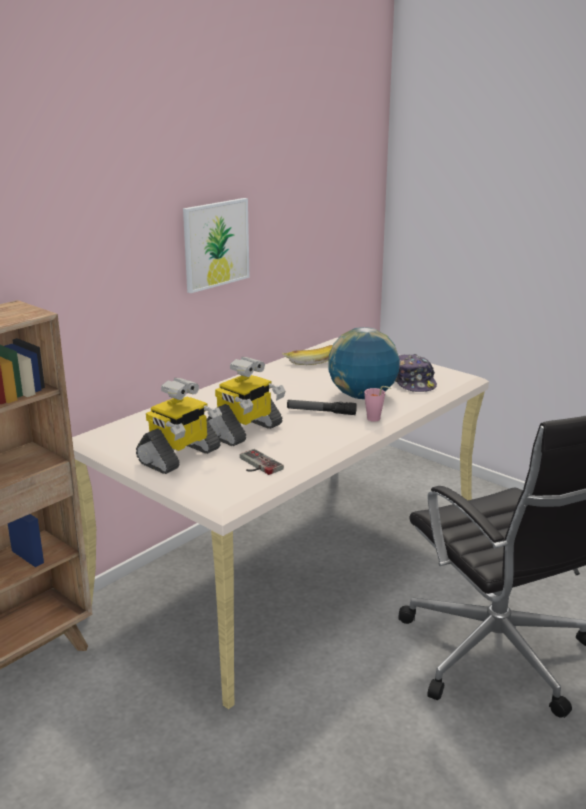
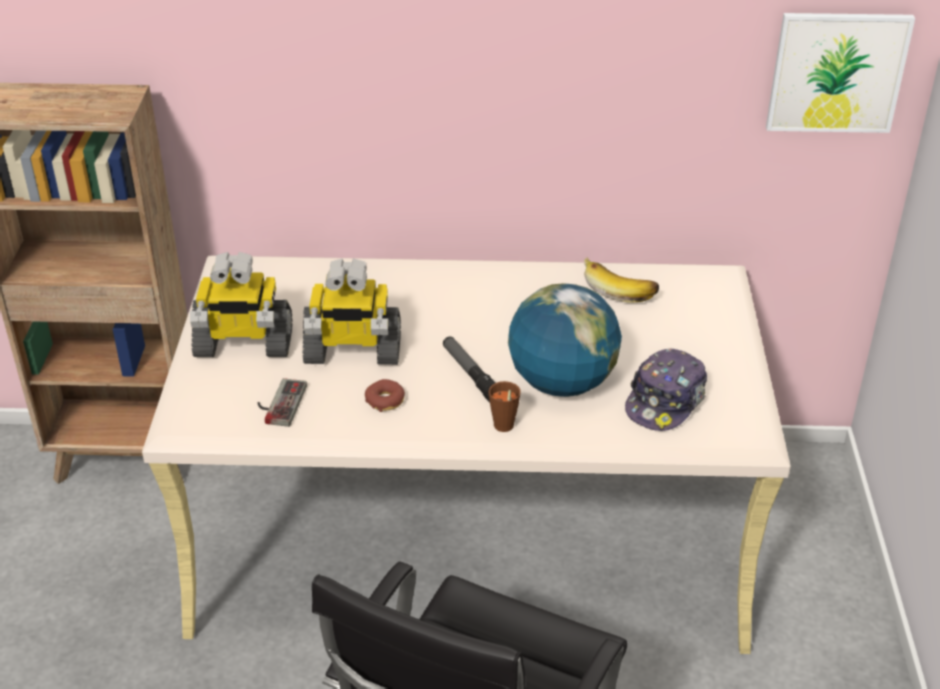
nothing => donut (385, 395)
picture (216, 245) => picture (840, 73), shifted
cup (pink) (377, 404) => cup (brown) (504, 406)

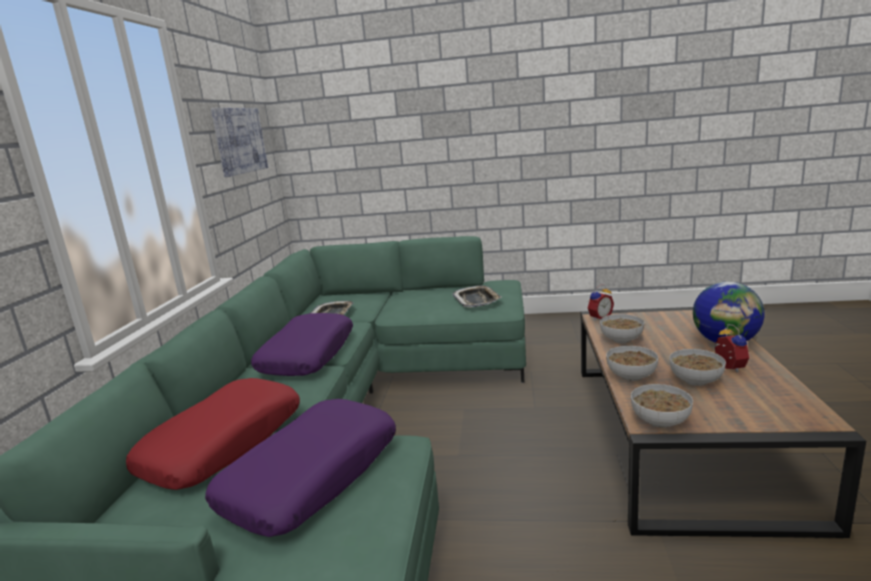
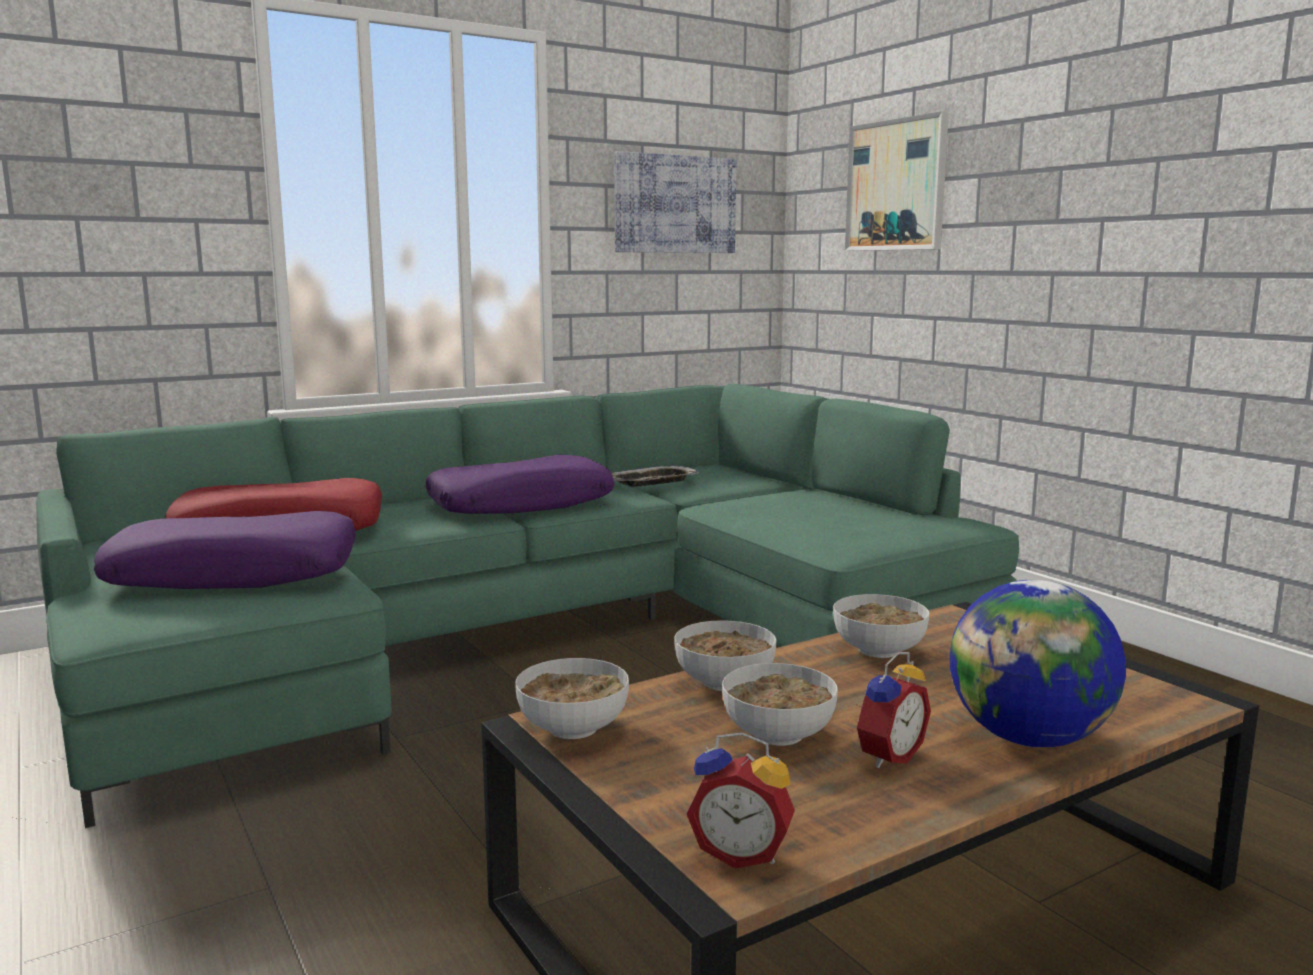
tray (476, 296) => nothing
nothing => picture (897, 181)
alarm clock (601, 302) => alarm clock (741, 800), shifted

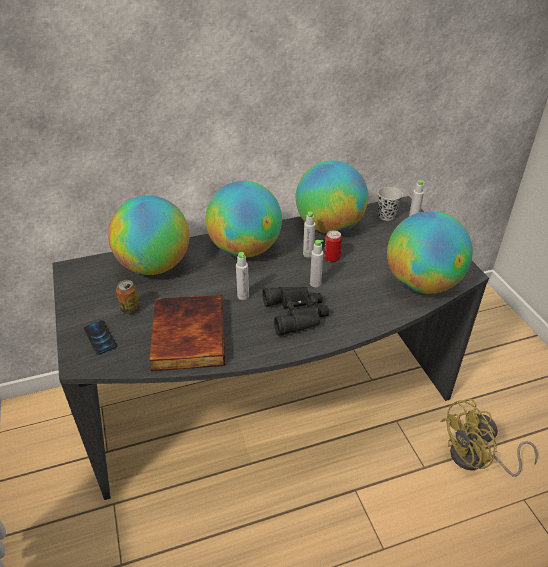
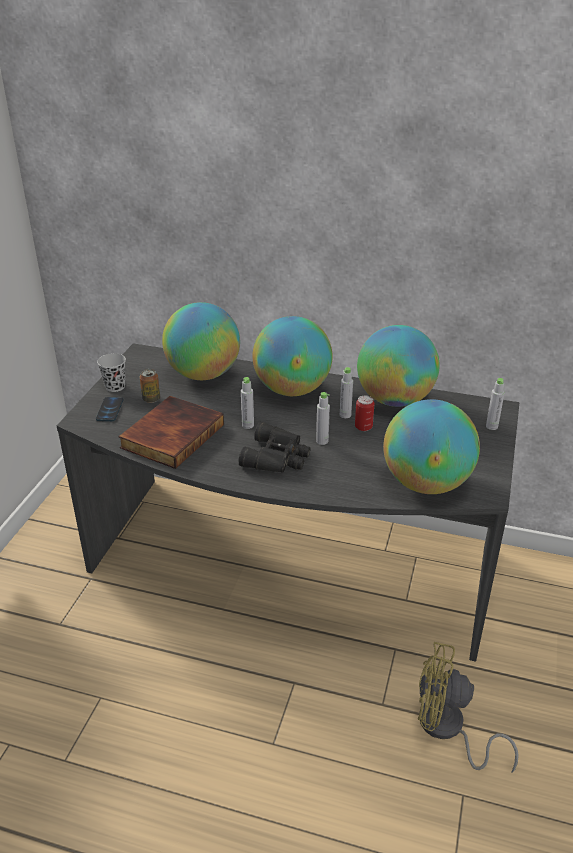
cup (black) (390, 204) => cup (black) (111, 372), shifted

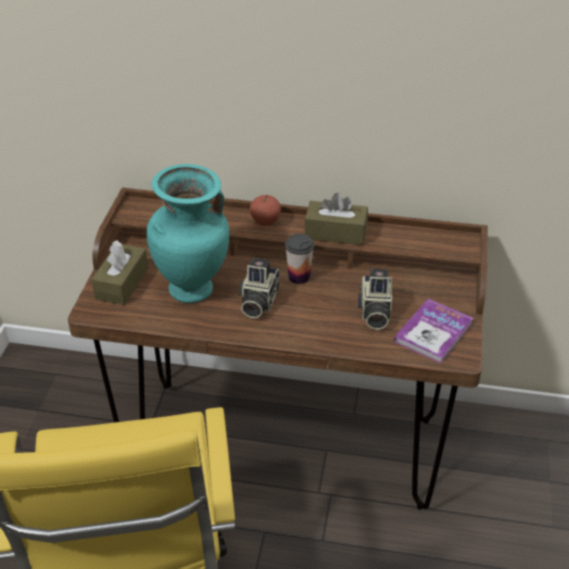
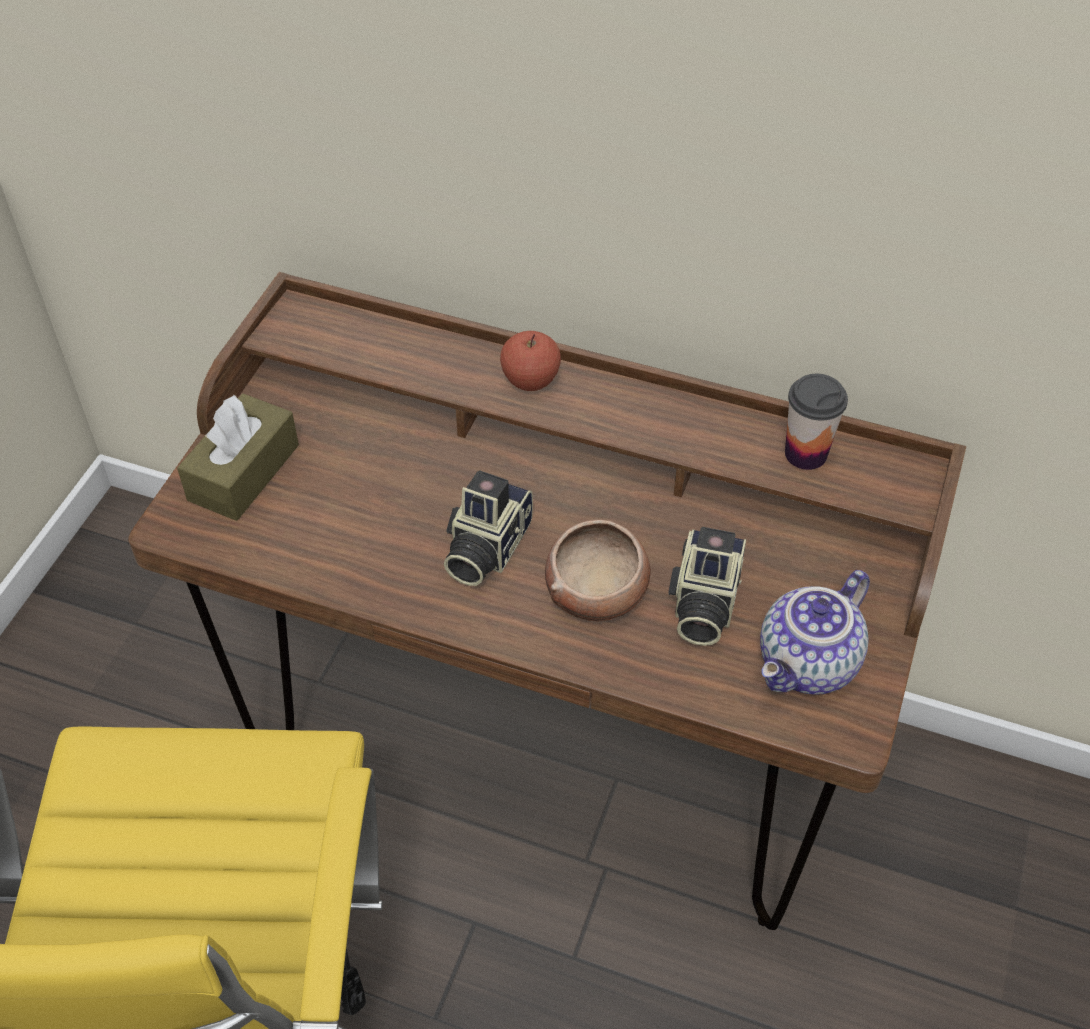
vase (turquoise) (188, 233) => nothing
tissue box (brown) (336, 219) => nothing
nothing => bowl (598, 570)
cup (299, 259) => cup (816, 422), shifted
book (433, 331) => teapot (815, 632)

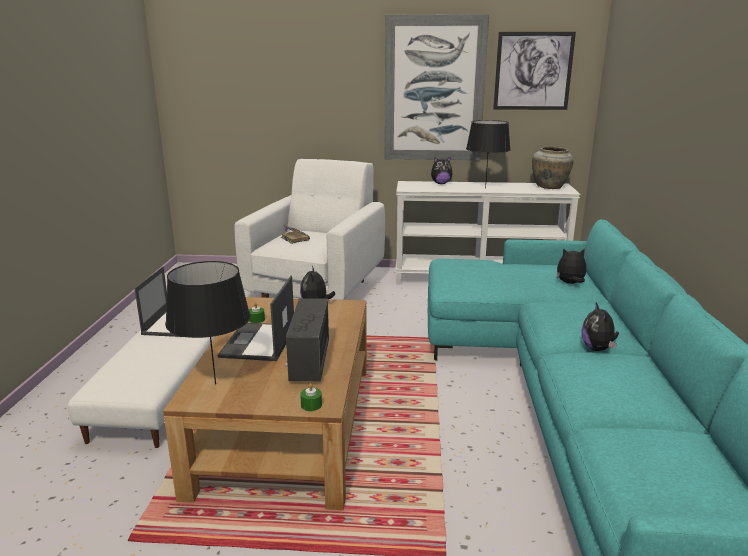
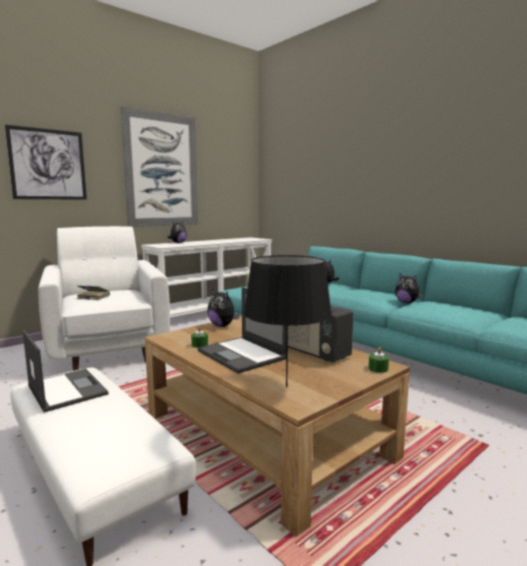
table lamp (black) (488, 154) => nothing
vase (beige) (553, 168) => nothing
picture (534, 71) => picture (46, 162), shifted

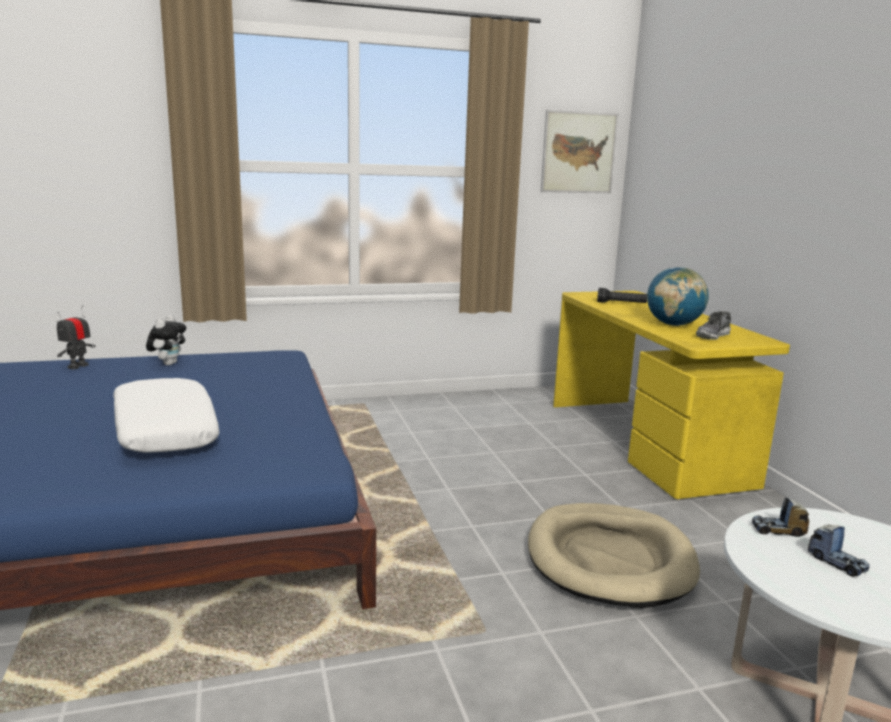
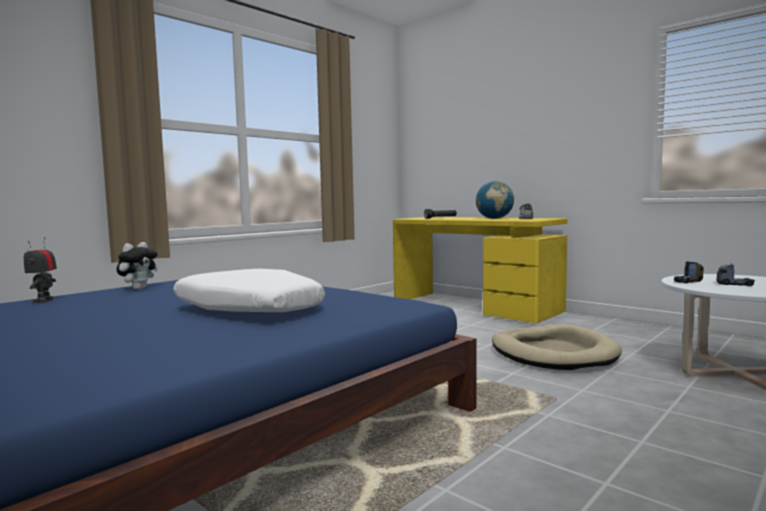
picture (579, 151) => nothing
plush toy (166, 340) => plush toy (137, 266), 45 degrees clockwise

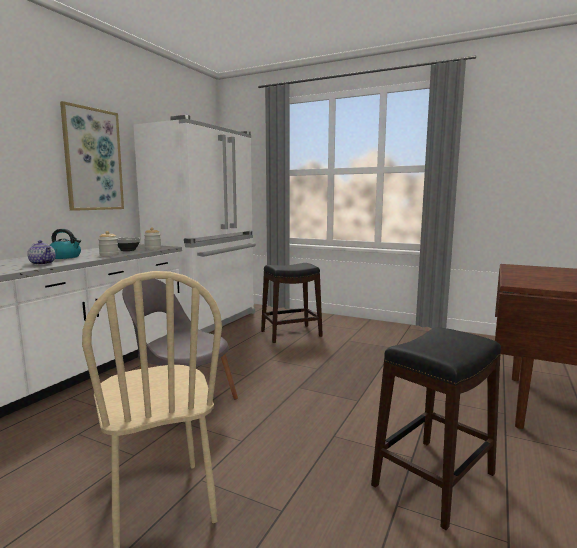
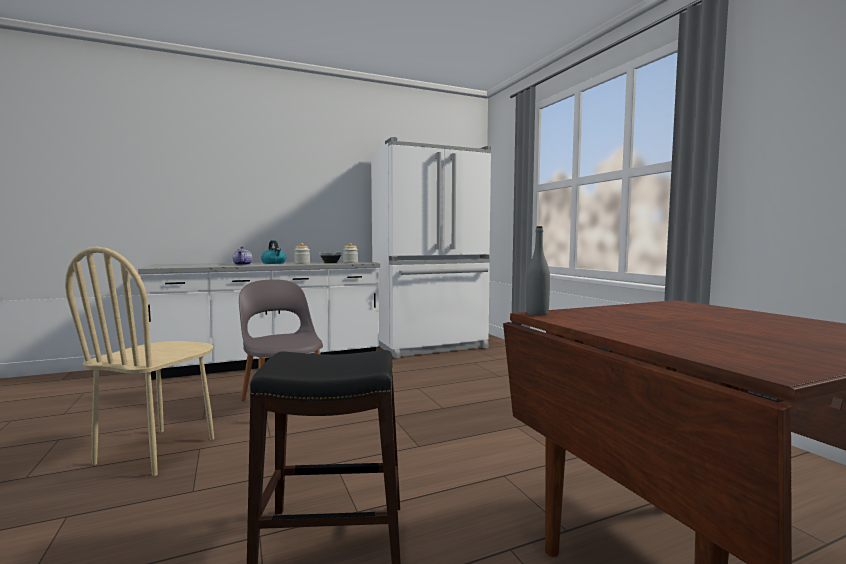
picture (92, 156) => nothing
stool (black) (292, 303) => nothing
nothing => bottle (grey) (538, 271)

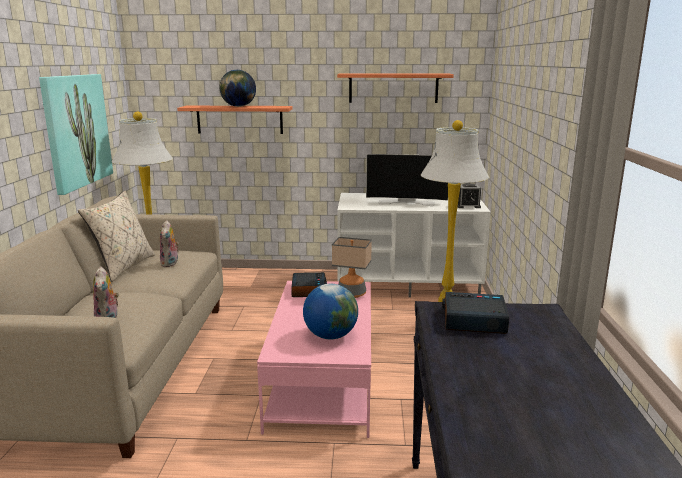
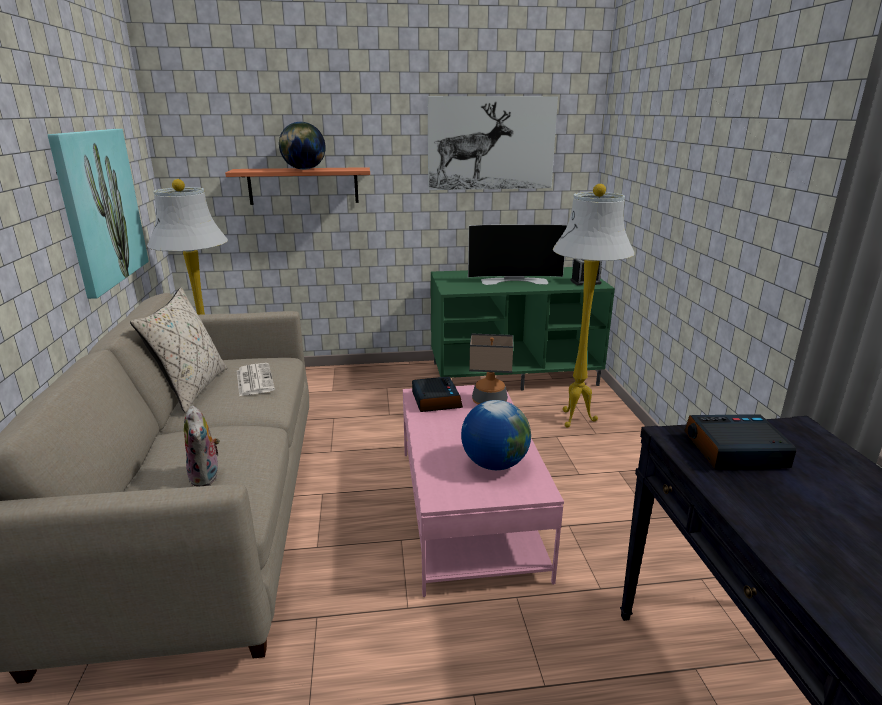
plush toy (169, 243) => newspaper (256, 379)
shelf (395, 88) => picture (493, 143)
tv stand (white) (414, 245) => tv stand (green) (523, 328)

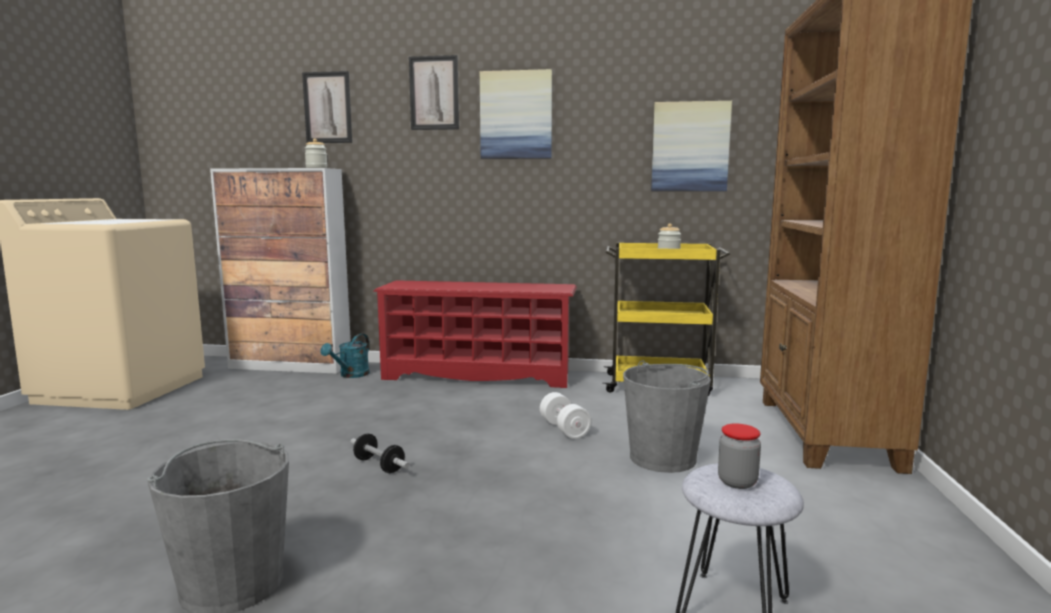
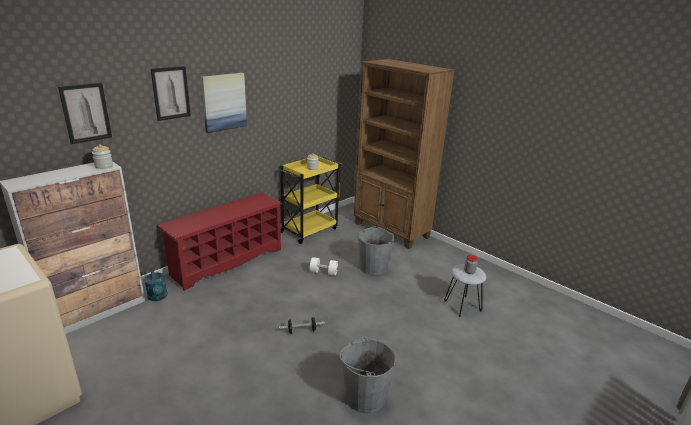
picture (691, 146) => nothing

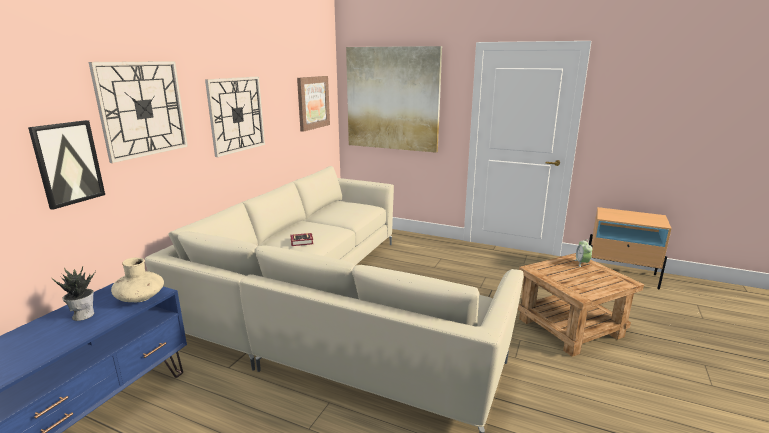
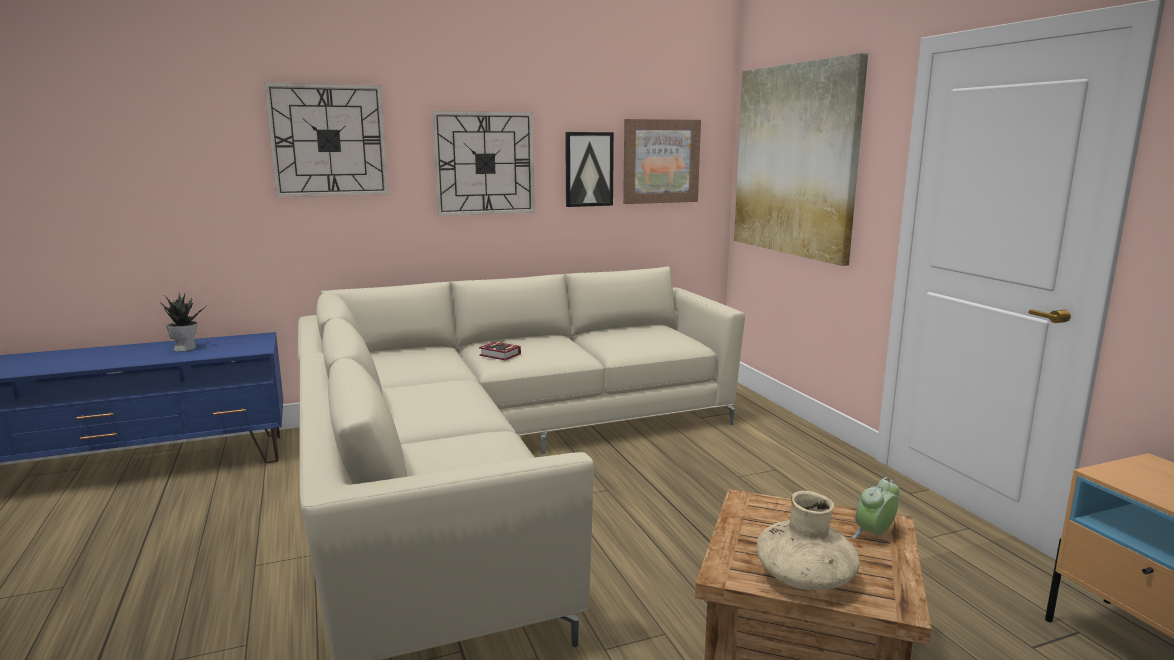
picture (66, 165) => picture (589, 169), shifted
vase (beige) (137, 280) => vase (beige) (808, 541), shifted

